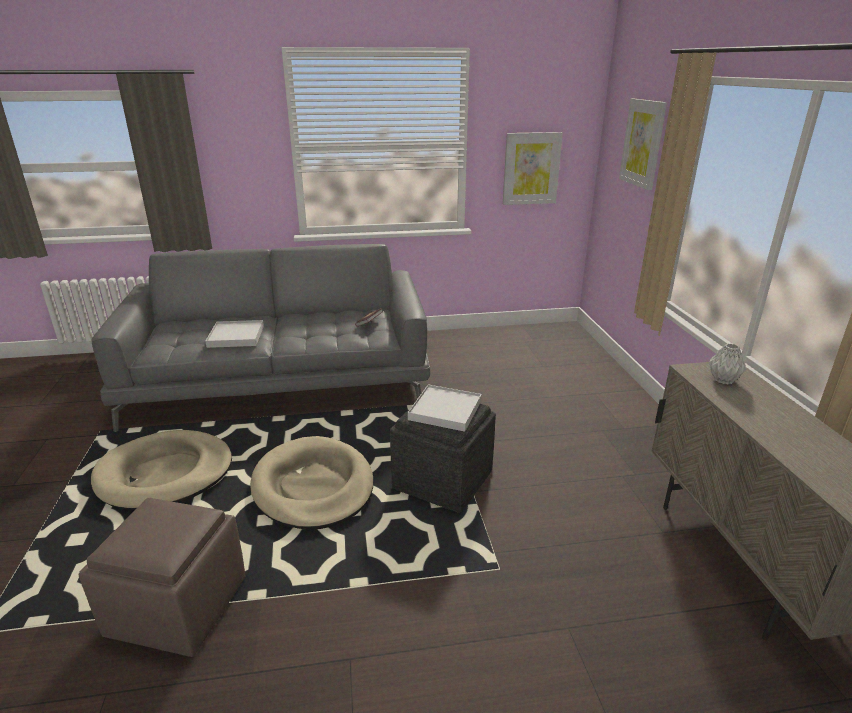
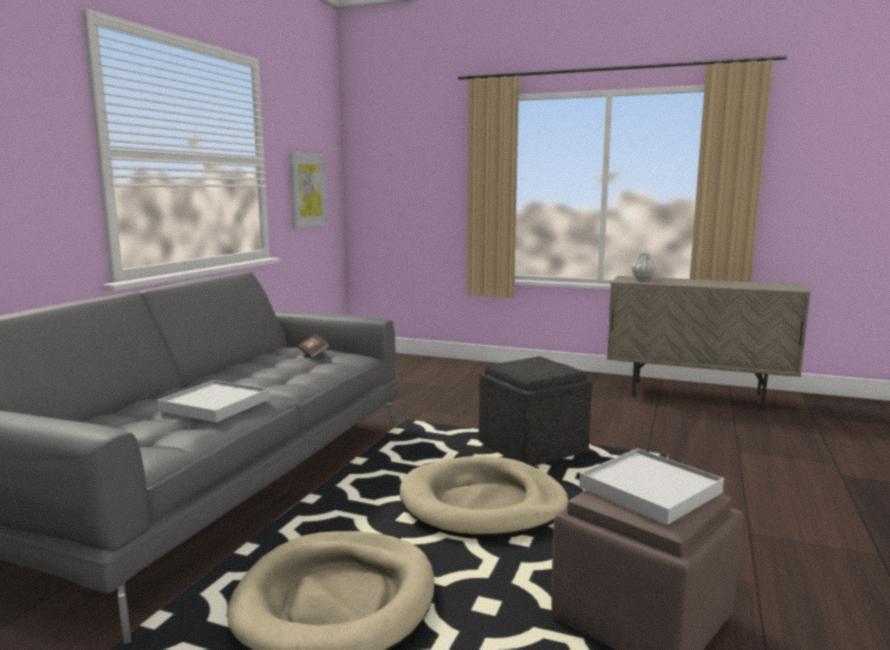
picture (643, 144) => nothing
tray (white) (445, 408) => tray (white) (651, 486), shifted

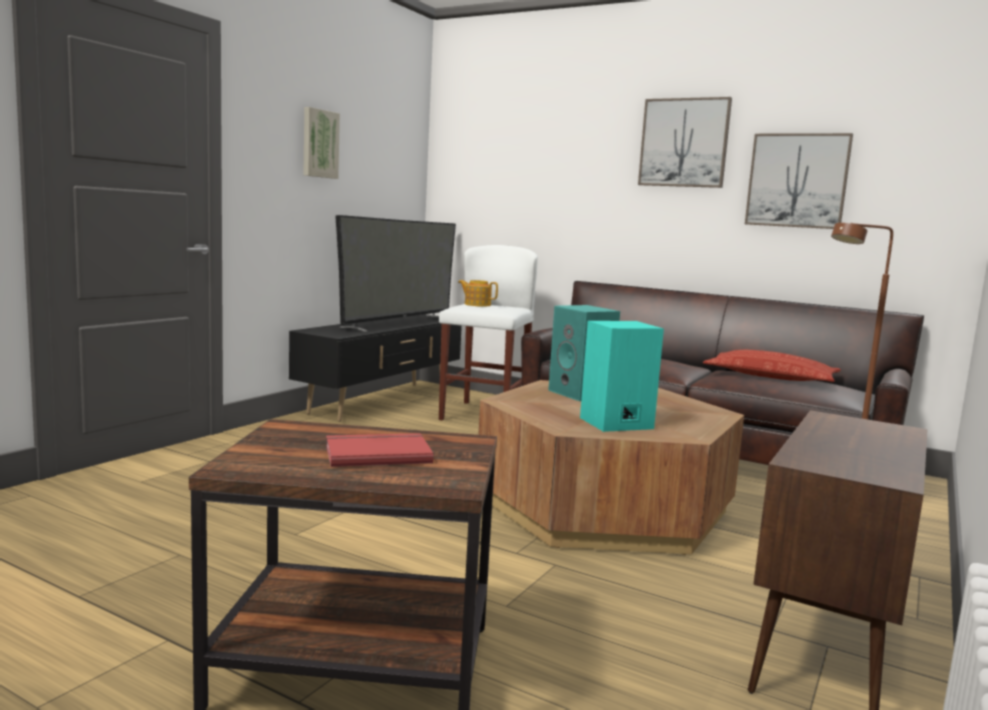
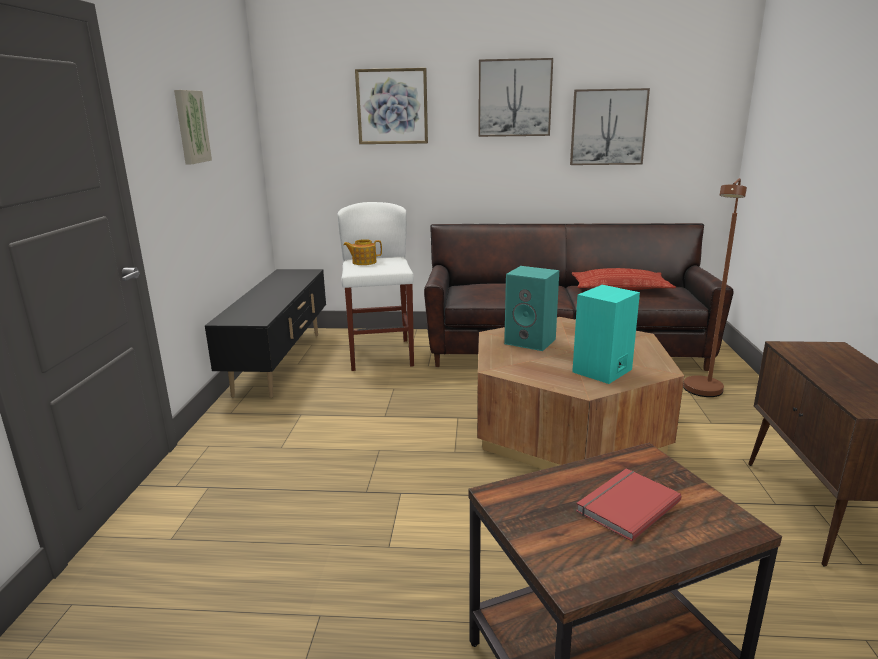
television (395, 273) => nothing
nothing => picture (391, 106)

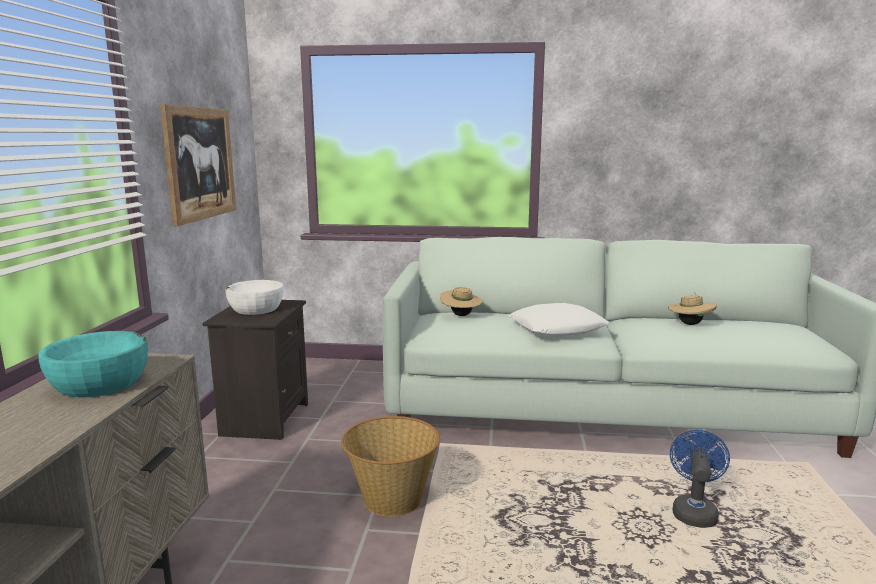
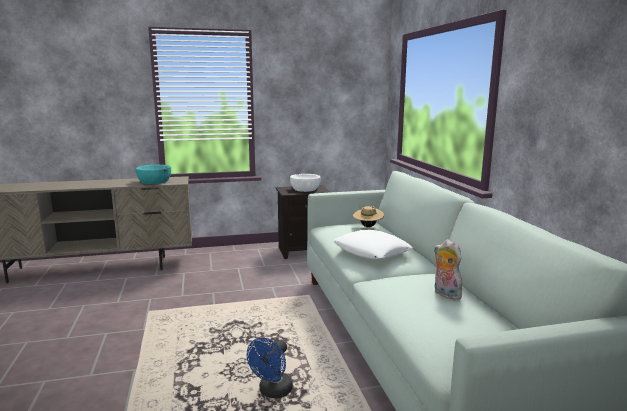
picture (198, 165) => nothing
basket (390, 466) => nothing
hat (beige) (692, 309) => plush toy (448, 269)
fan (blue) (700, 479) => fan (blue) (270, 368), 120 degrees clockwise

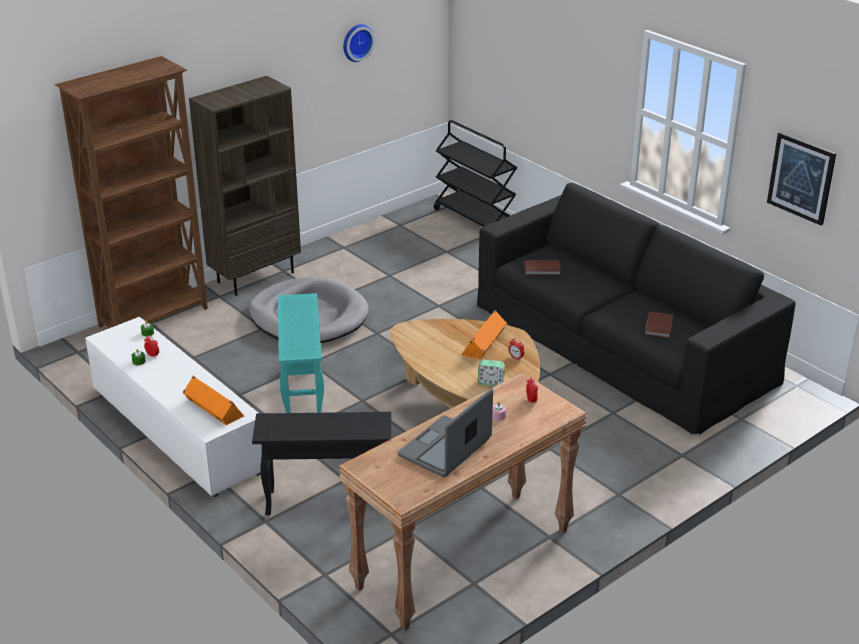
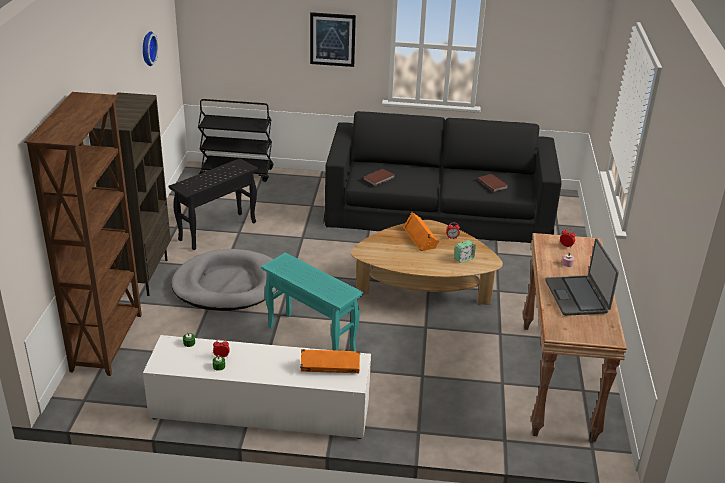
side table (black) (321, 463) => side table (black) (213, 204), shifted
picture (801, 178) => picture (333, 39), shifted

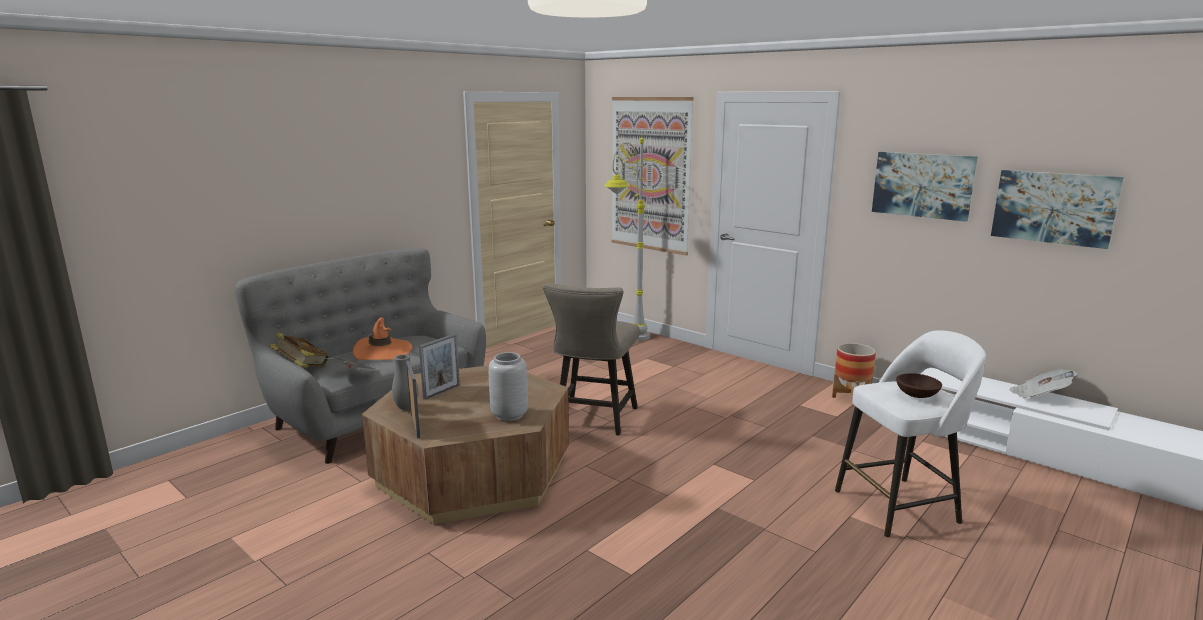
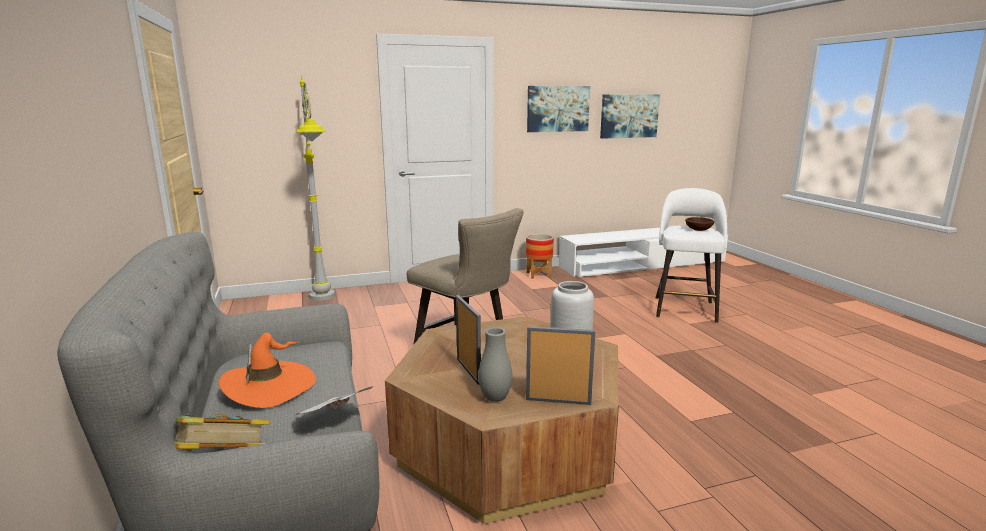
picture (653, 176) => nothing
newspaper (1043, 383) => nothing

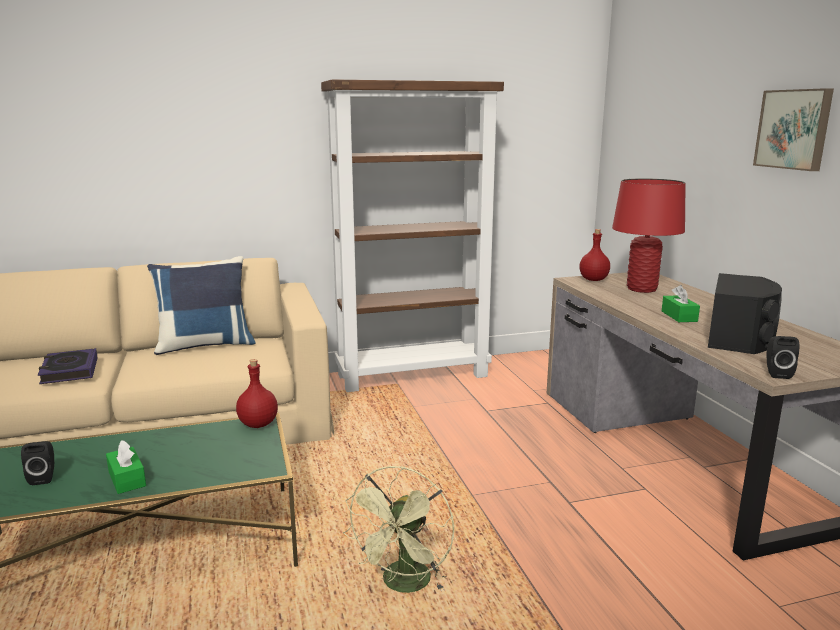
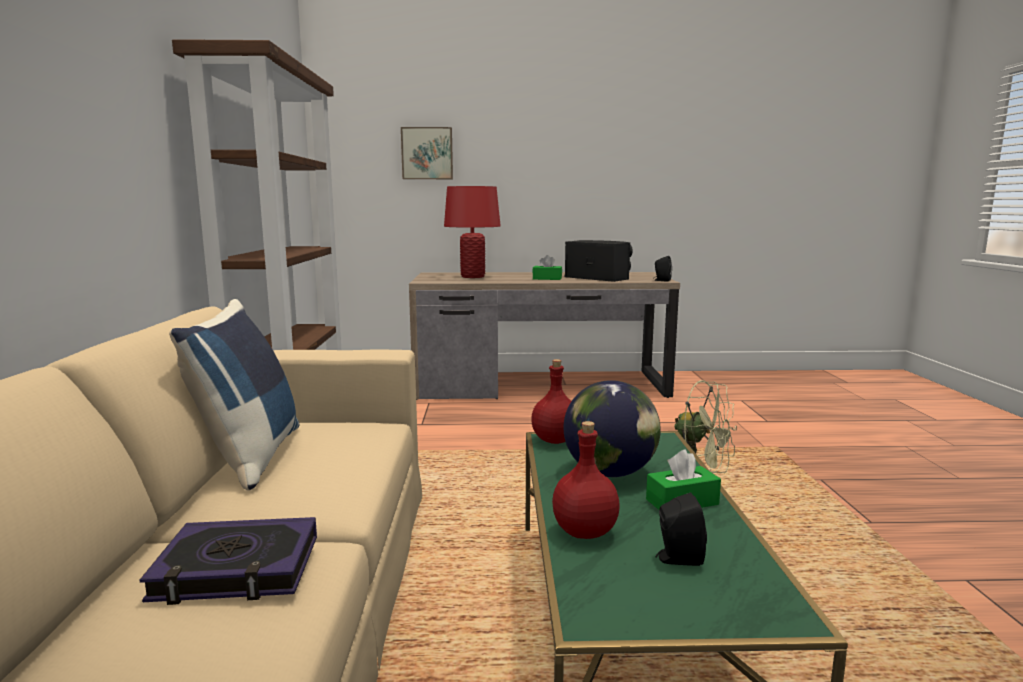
nothing => globe (612, 428)
bottle (red) (594, 255) => bottle (red) (586, 480), shifted
picture (793, 129) => picture (427, 153), shifted

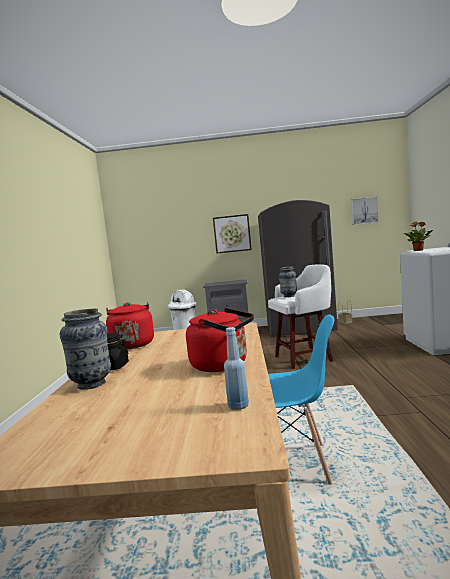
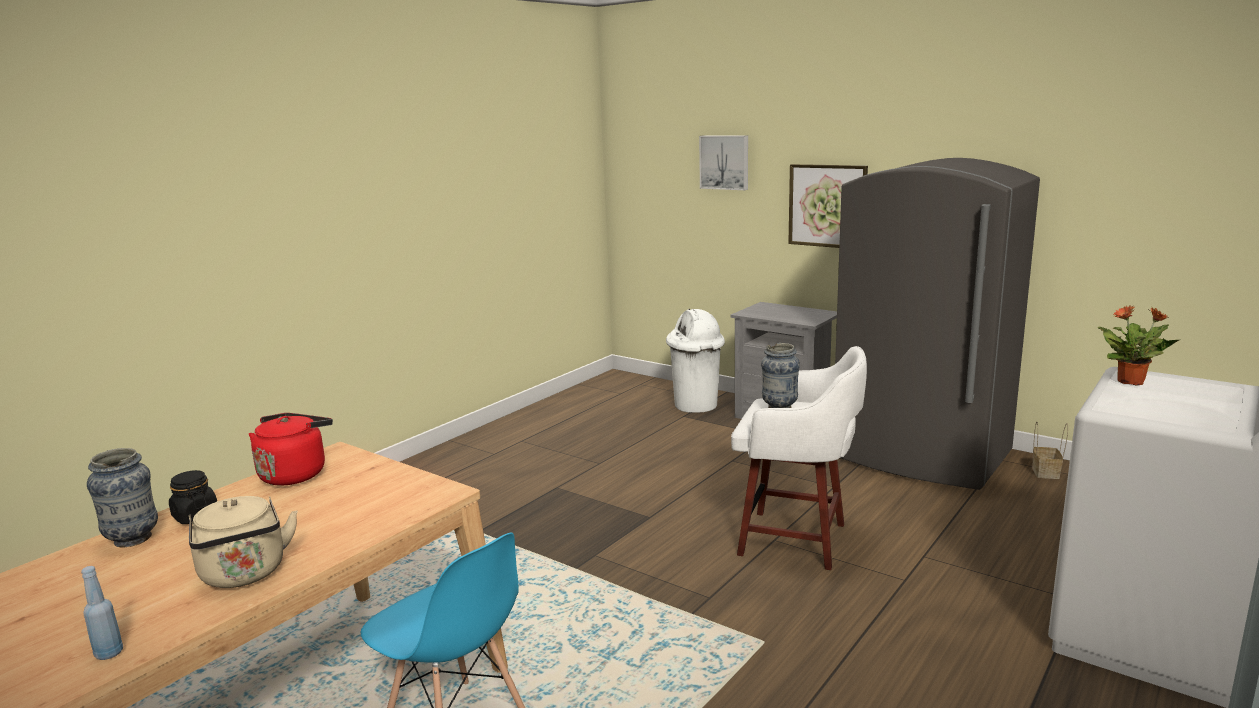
picture (365, 211) => picture (723, 162), shifted
kettle (red) (220, 340) => kettle (beige) (243, 542)

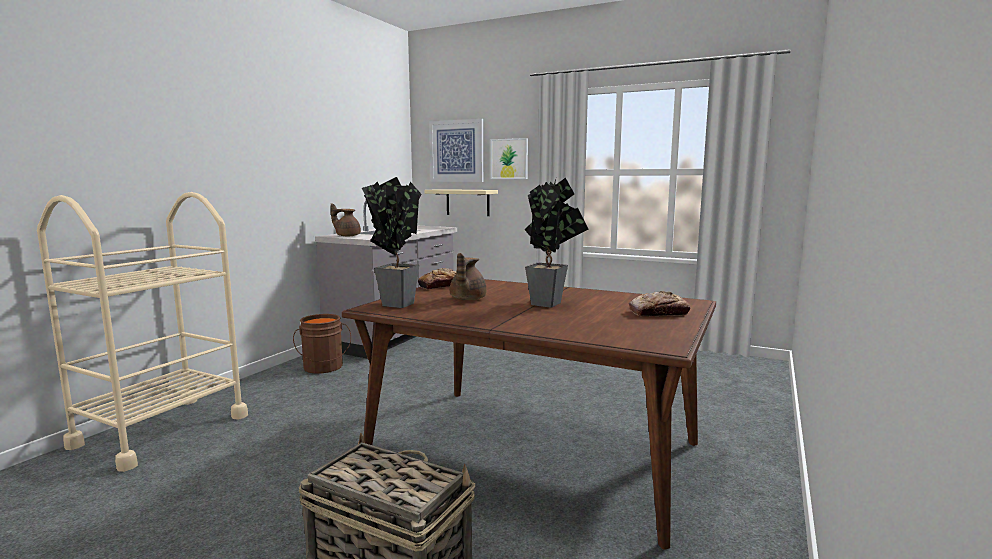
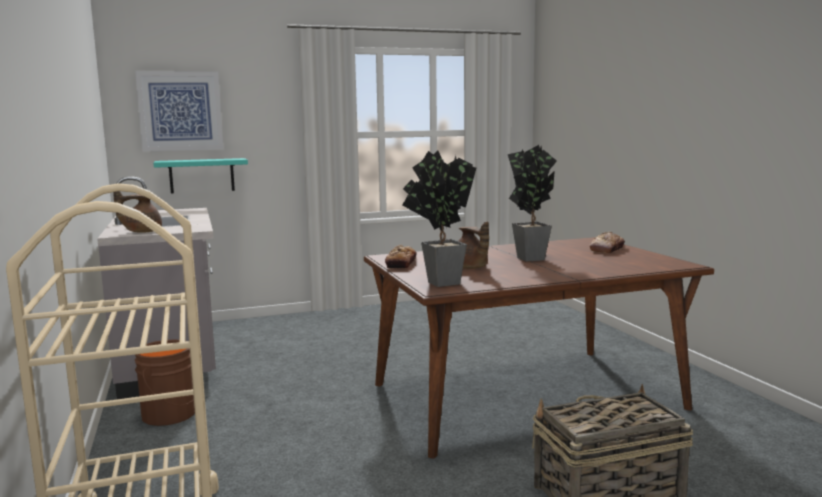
picture (509, 158) => nothing
shelf (beige) (461, 202) => shelf (turquoise) (200, 176)

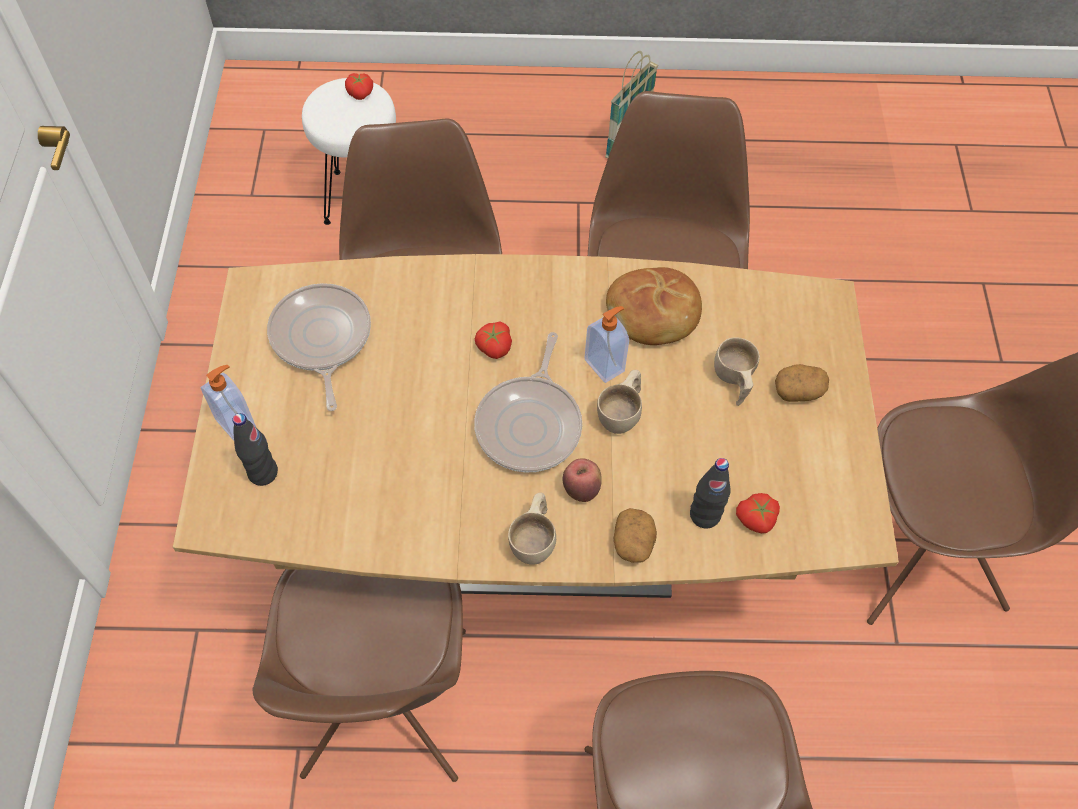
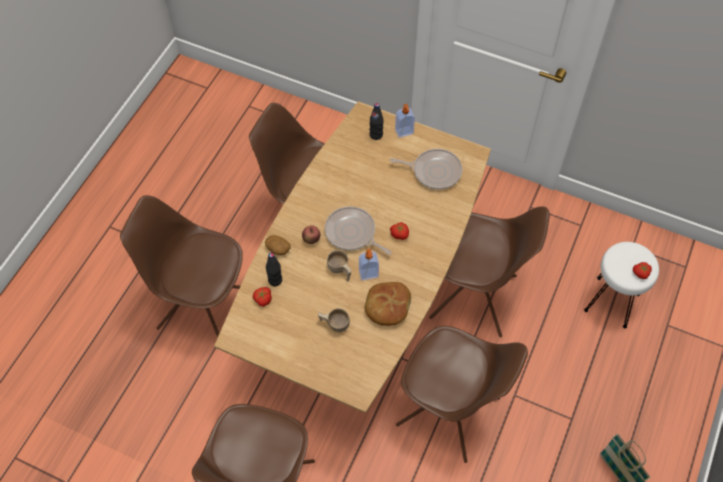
cup (beige) (532, 528) => nothing
potato (802, 383) => nothing

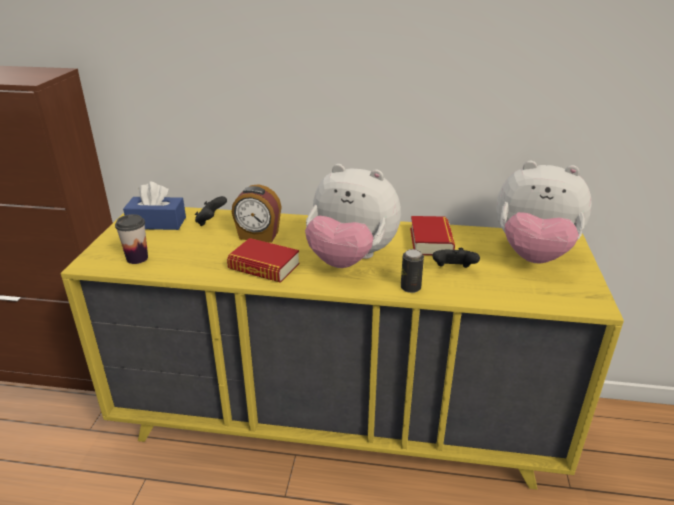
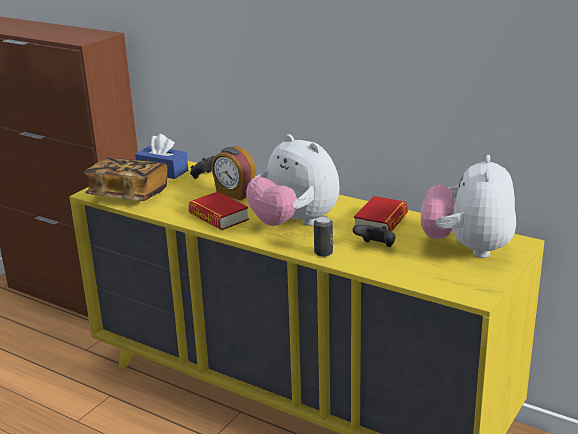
cup (131, 239) => book (126, 179)
plush toy (544, 212) => plush toy (468, 206), 60 degrees clockwise

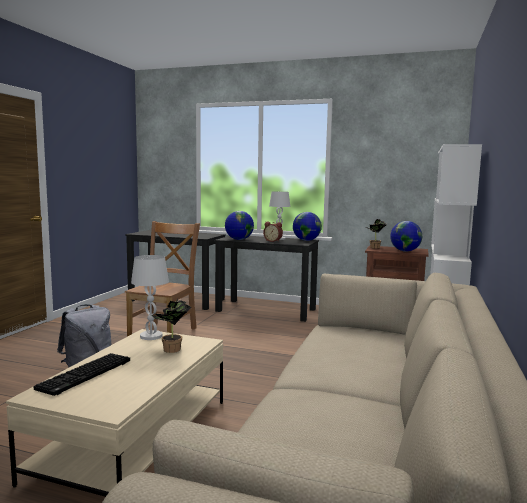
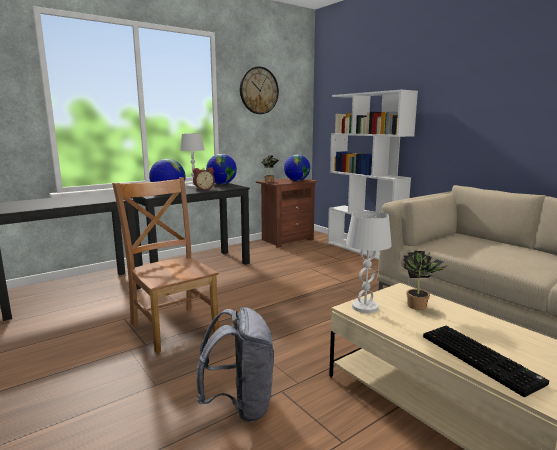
nothing => wall clock (259, 90)

